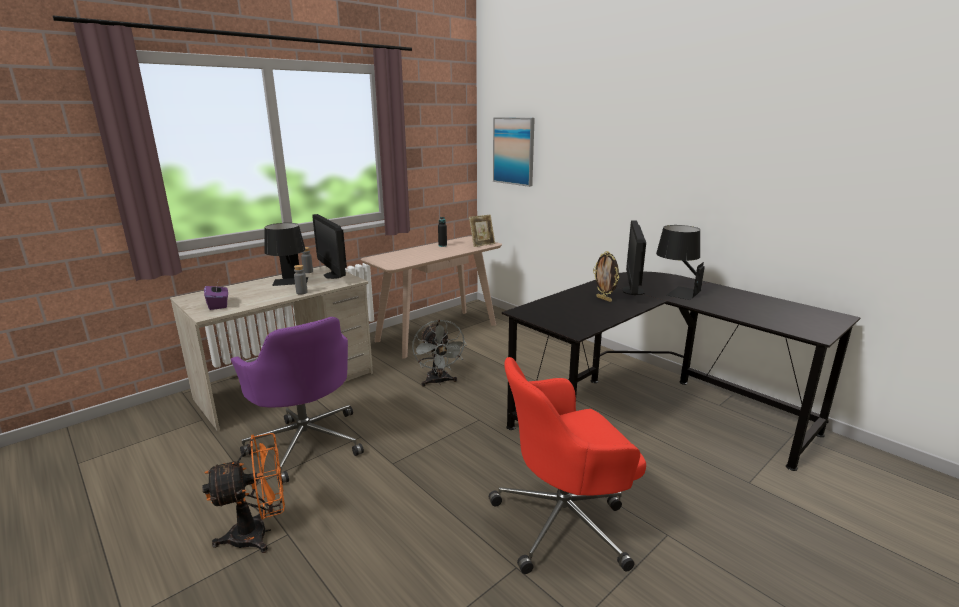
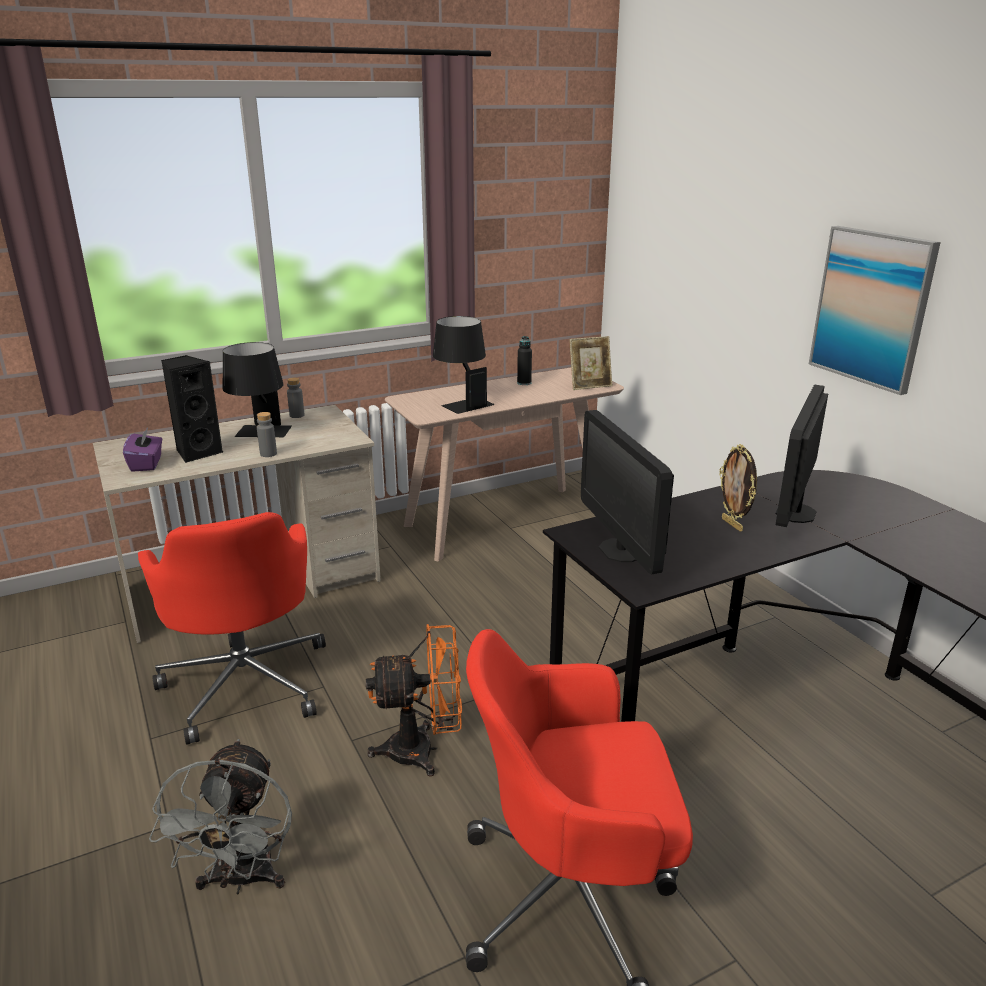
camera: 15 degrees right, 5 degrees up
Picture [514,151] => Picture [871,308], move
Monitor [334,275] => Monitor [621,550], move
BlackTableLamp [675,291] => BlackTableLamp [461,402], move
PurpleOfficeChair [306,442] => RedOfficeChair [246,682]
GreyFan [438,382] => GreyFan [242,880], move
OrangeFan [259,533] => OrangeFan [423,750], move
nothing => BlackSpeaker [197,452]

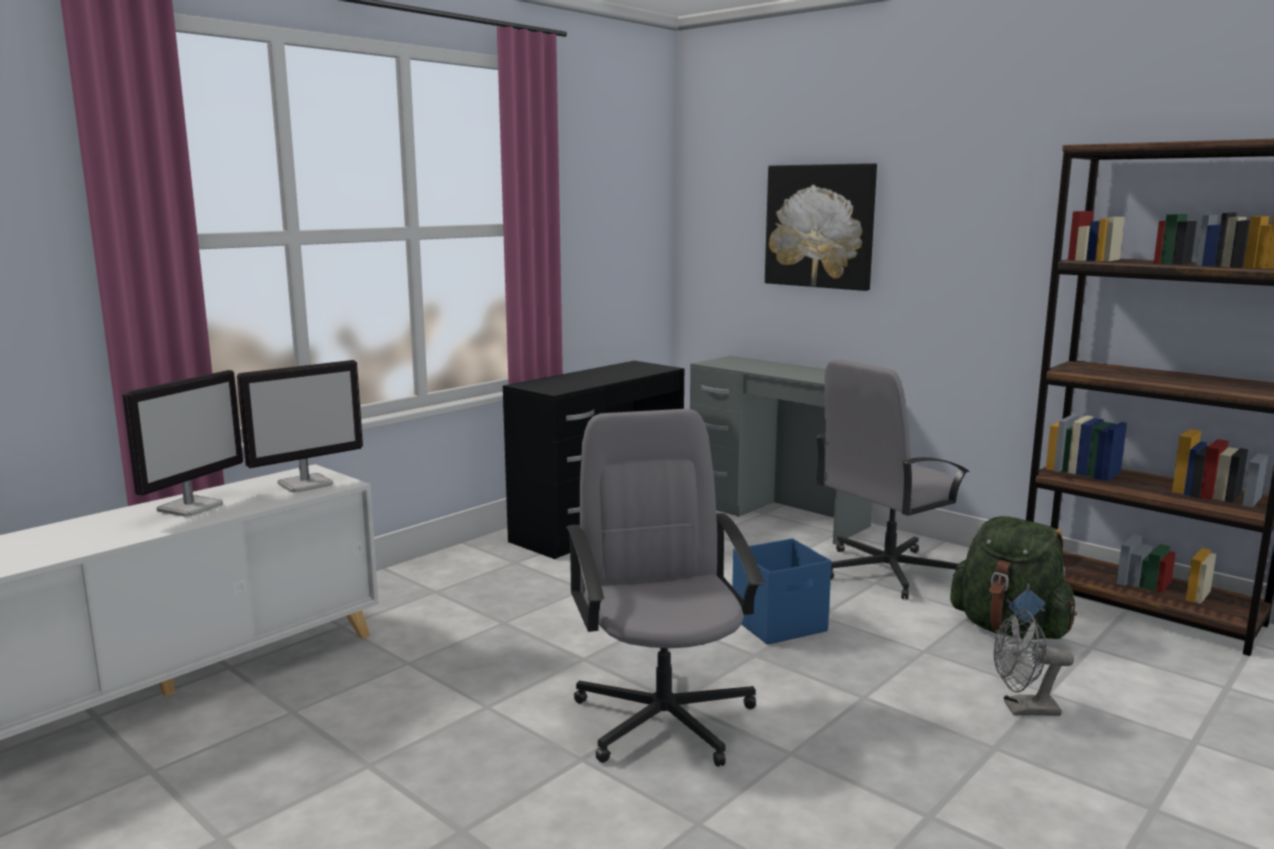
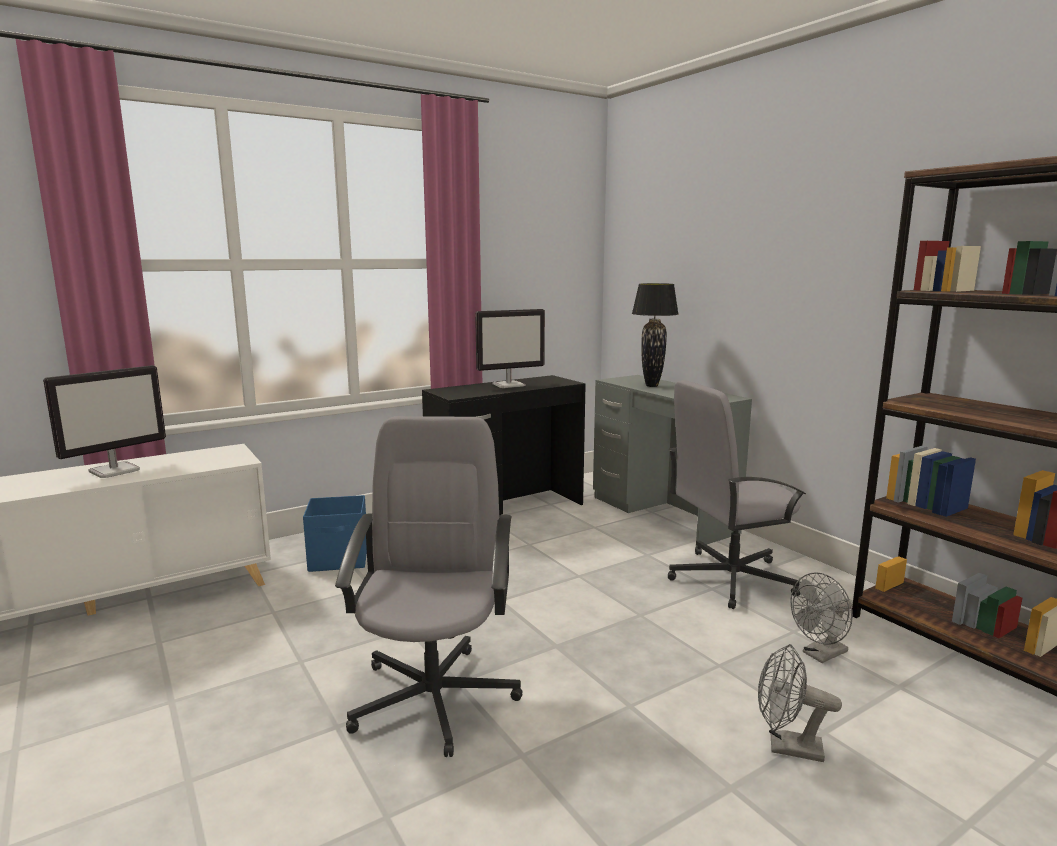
camera: 15 degrees right, 0 degrees up
Picture [820,226] => nothing
Monitor [306,484] => Monitor [509,385], move
GreenBackpack [1010,630] => GreyFan [820,655]
BlueStorageBox [780,624] => BlueStorageBox [340,559], move
nothing => BlackTableLamp [651,386]

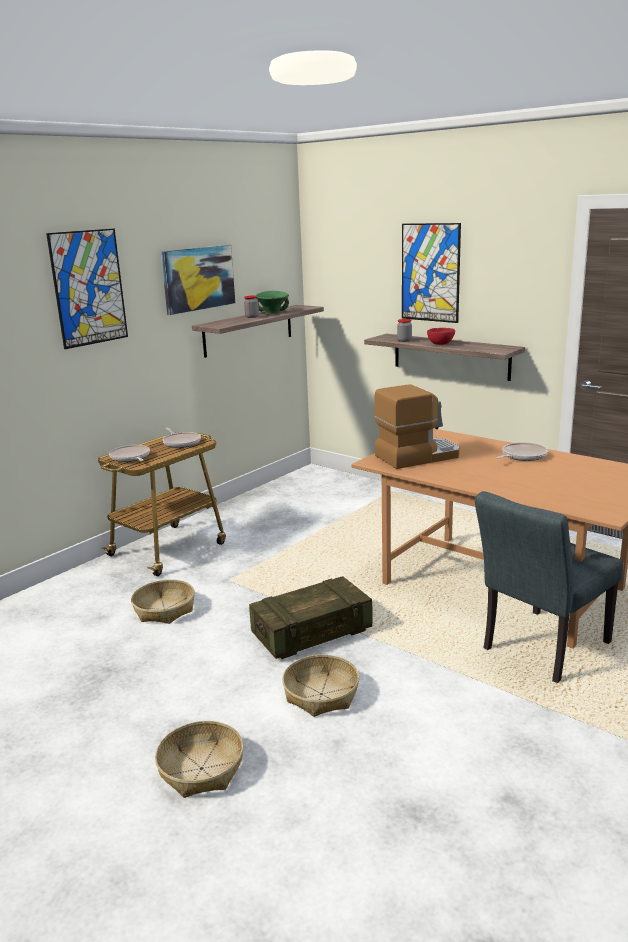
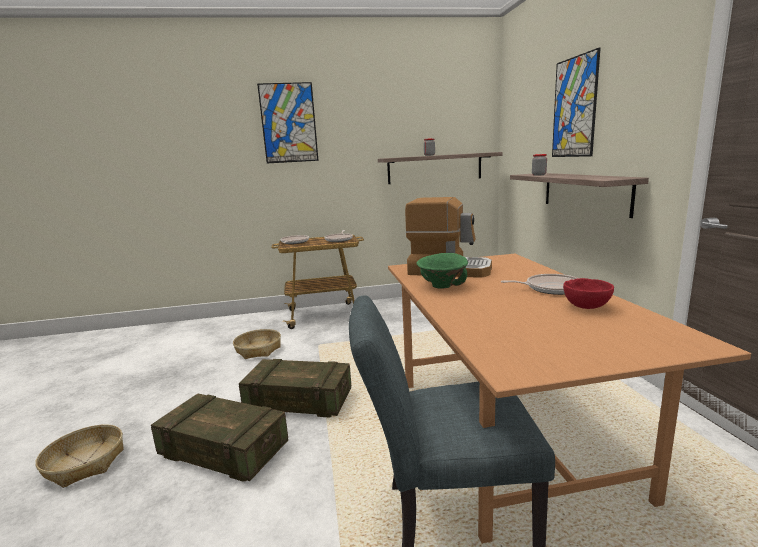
camera: 40 degrees right, 5 degrees down
Picture [198,278] => nothing
GreenBowl [272,313] => GreenBowl [441,286], move
RedBowl [440,344] => RedBowl [586,307], move
Basket [321,694] => Crate [224,452]

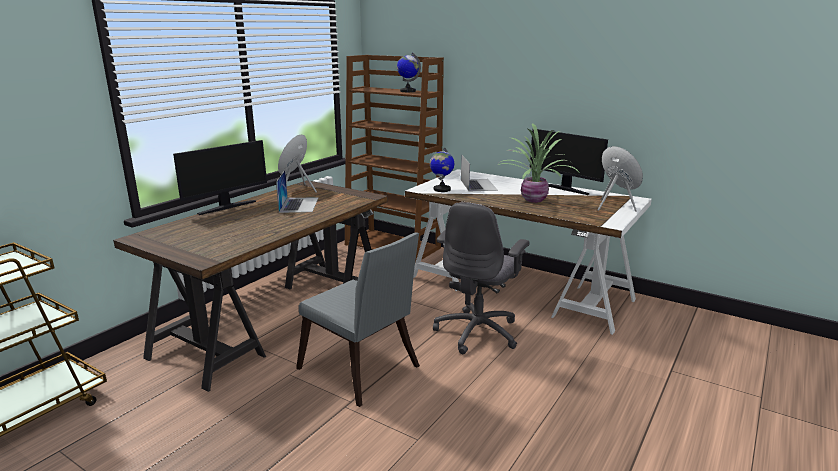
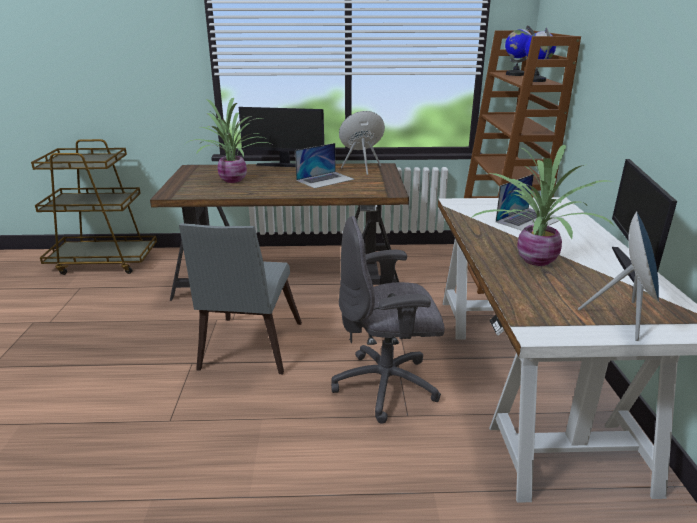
camera: 55 degrees right, 5 degrees up
Globe [441,189] => Globe [515,74], move
nothing => PottedPlant [234,179]

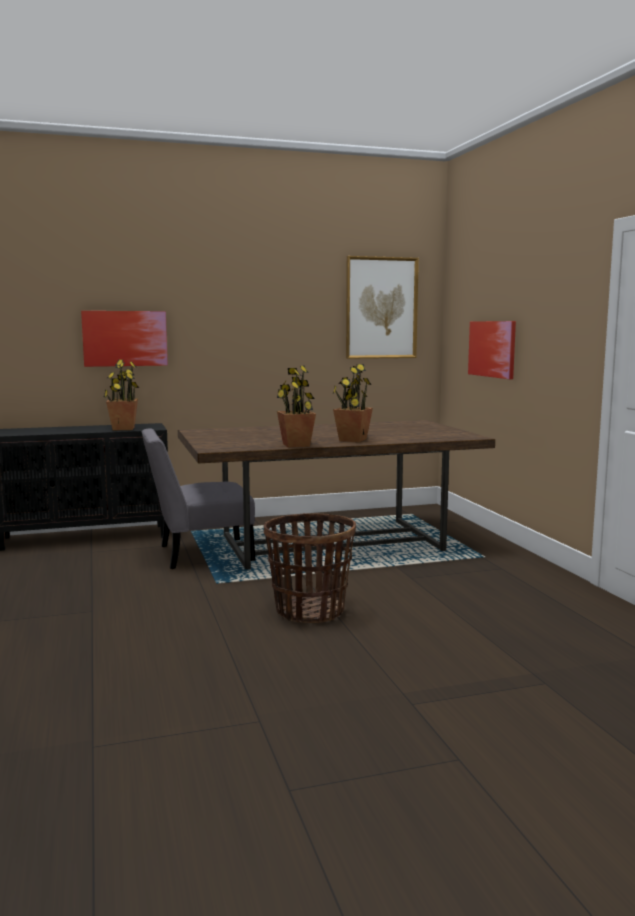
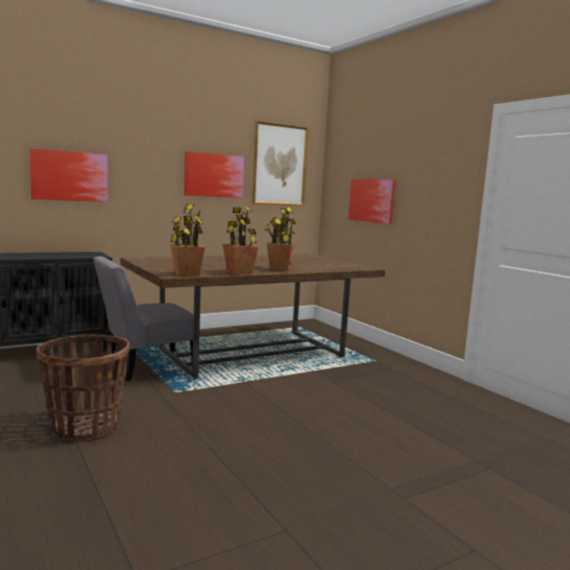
camera: 15 degrees left, 0 degrees up
PottedPlant [123,429] => PottedPlant [186,274], move
Basket [309,611] => Basket [85,427], move
nothing => Picture [214,175]

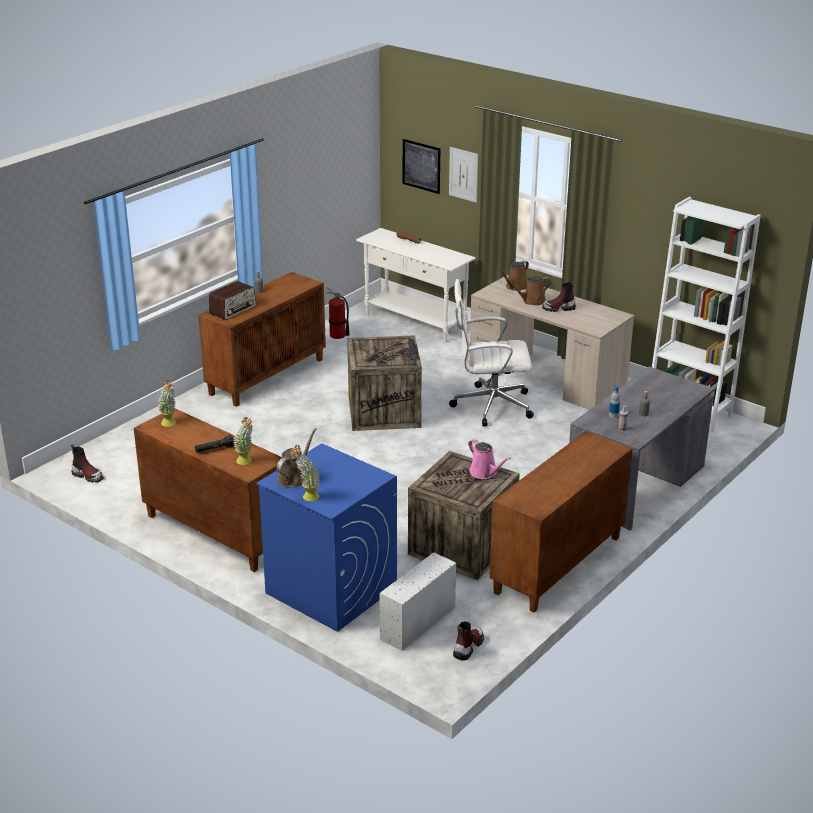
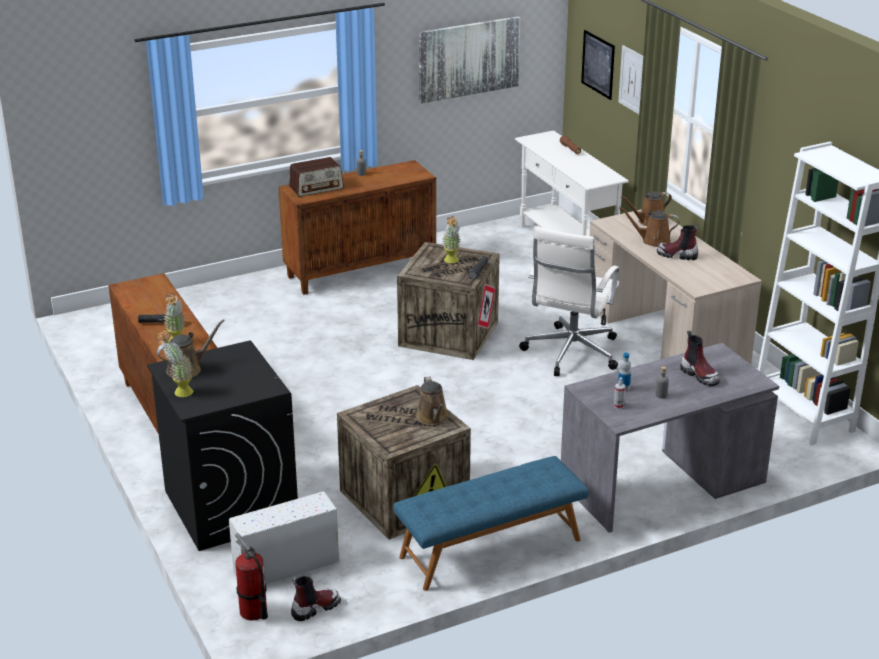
camera: 25 degrees right, 0 degrees up
WhiteOfficeChair [490,405] => WhiteOfficeChair [570,353], 90 degrees counterclockwise
FireExtinguisher [337,335] => FireExtinguisher [253,612], move
PottedPlant [170,424] => PottedPlant [451,261], move
BrownCabinet [558,566] => BlueBench [491,549]
PinkWateringCan [485,472] => BrownWateringCan [433,418]
BlueWashingMachine [330,590] => BlackWashingMachine [230,505]
Boot [88,476] => Boot [700,375], move
nothing => Picture [468,59]

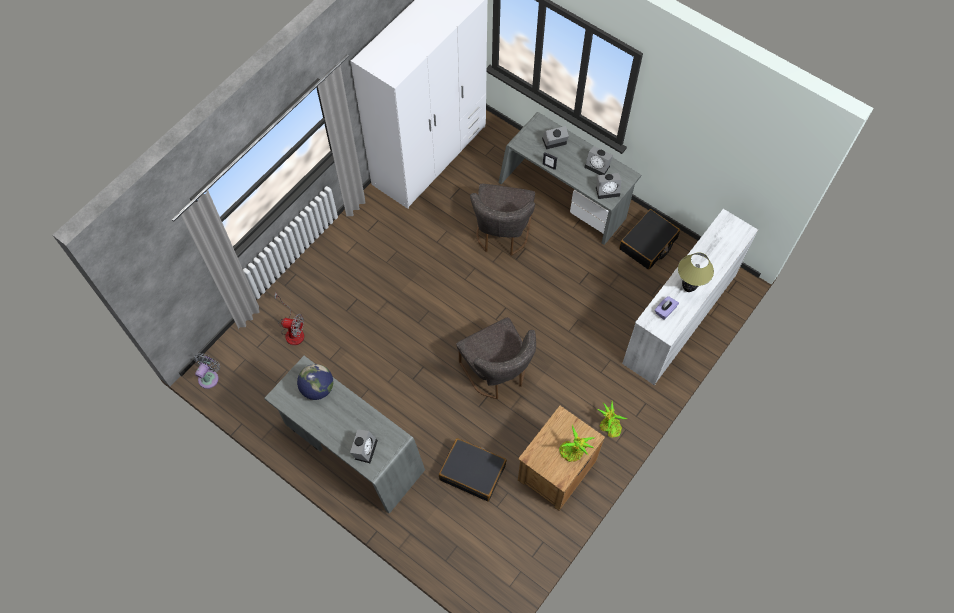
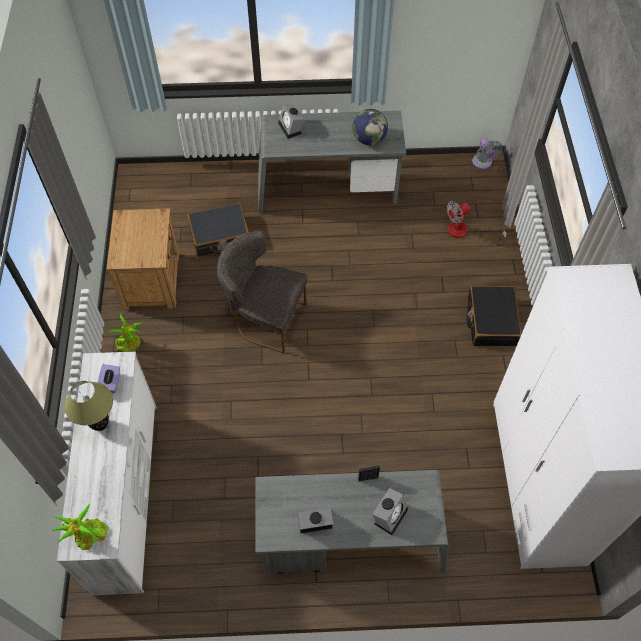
camera: 140 degrees right, 5 degrees down
AlarmClock [608,190] => nothing
GreyChair [502,235] => nothing
BlackSuitcase [648,244] => BlackSuitcase [491,321], move
PottedPlant [573,451] => PottedPlant [89,536], move

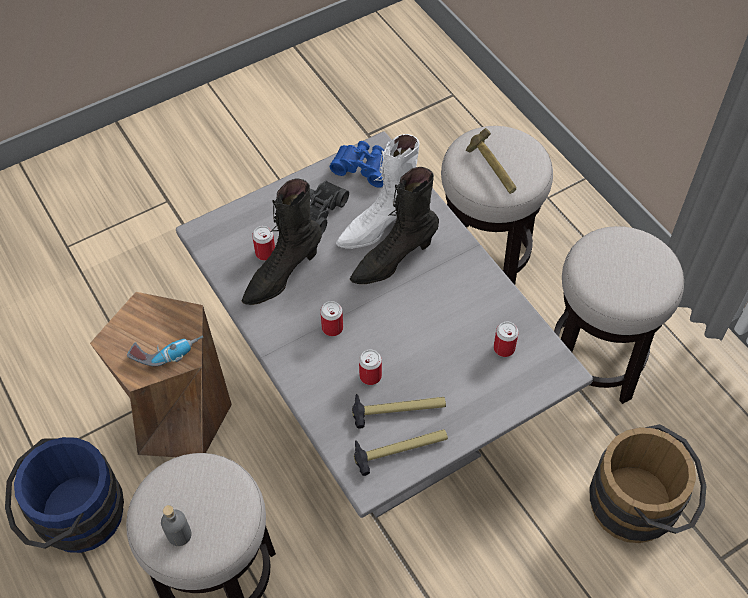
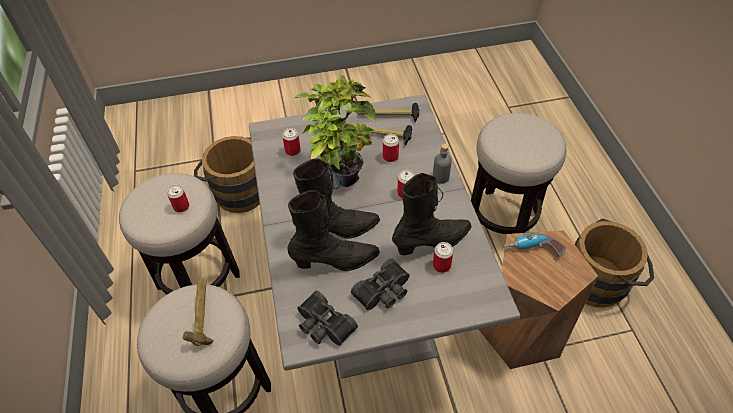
camera: 160 degrees left, 5 degrees down
WhiteBoot [380,227] => BlackBoot [335,261]
BlueBinoculars [364,167] => BlackBinoculars [323,326]
BlueBucket [73,517] => BrownBucket [600,281]
GreyBottle [179,535] => GreyBottle [440,177], move
nothing => PottedPlant [341,174]
nothing => Can [181,206]

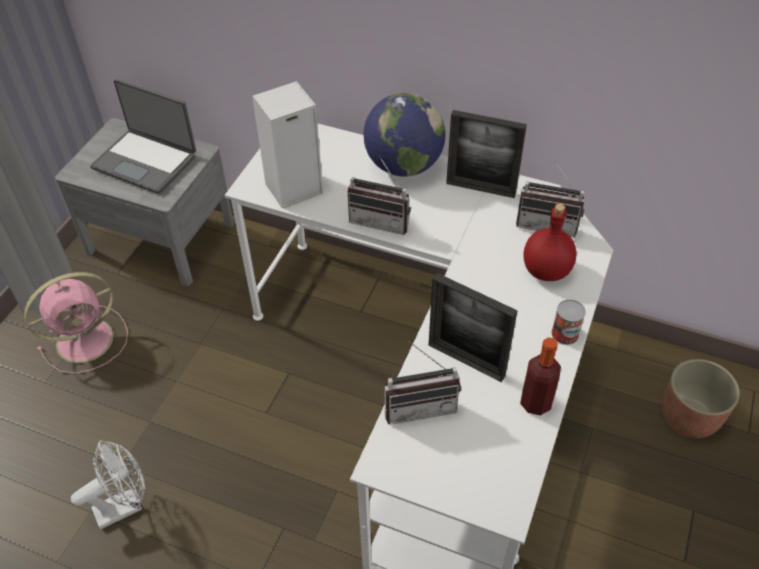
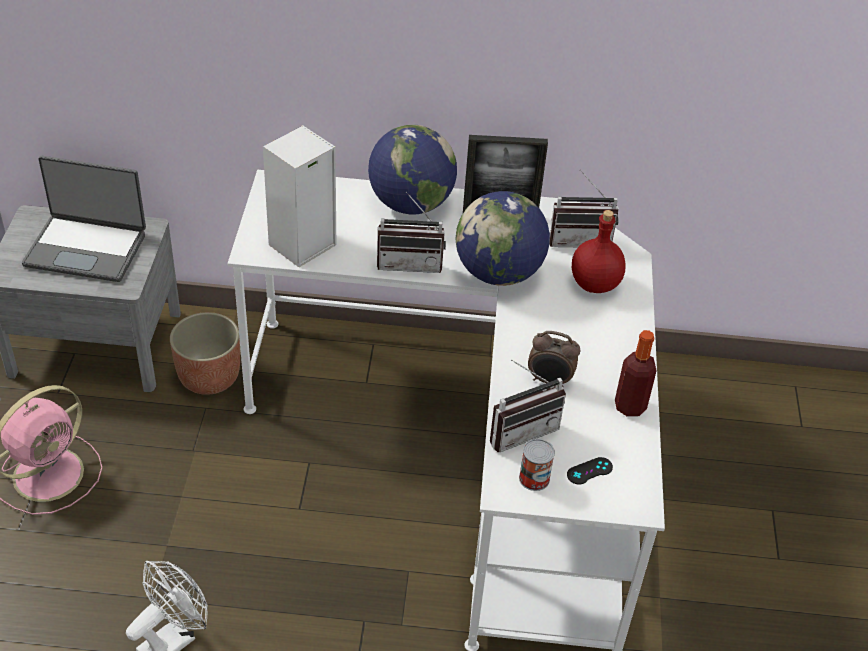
camera: 20 degrees left, 5 degrees down
PictureFrame [466,360] => AlarmClock [549,381]
Can [565,333] => Can [534,478], move
Planter [689,417] => Planter [209,377], move
nothing => Globe [498,273]
nothing => BlackGameController [589,471]

